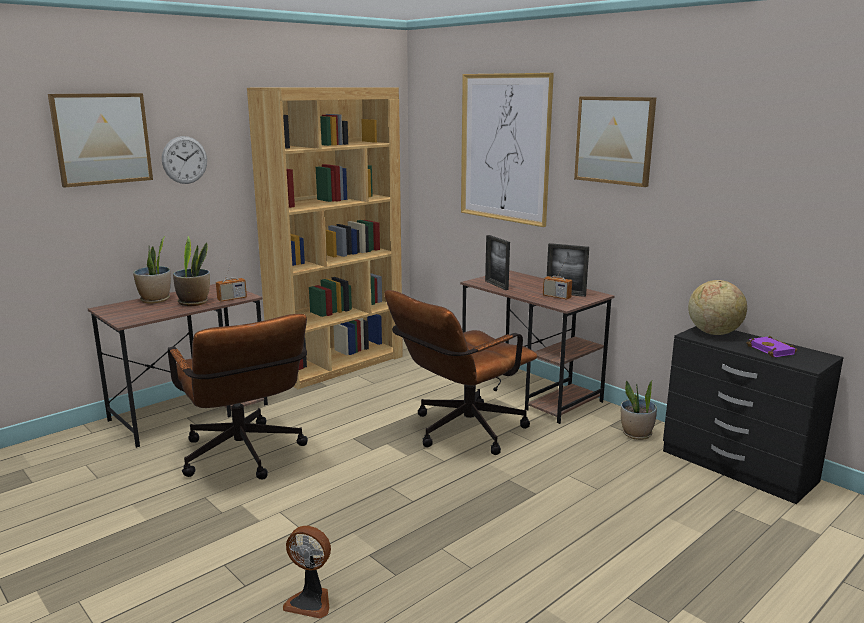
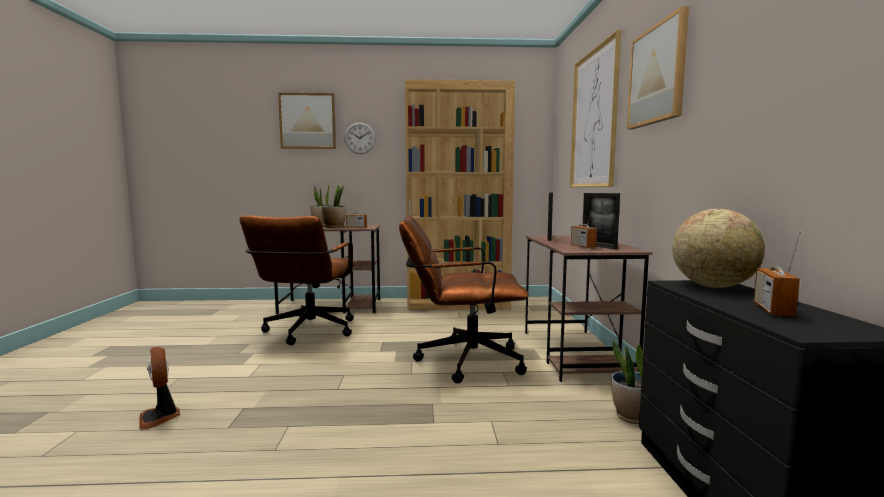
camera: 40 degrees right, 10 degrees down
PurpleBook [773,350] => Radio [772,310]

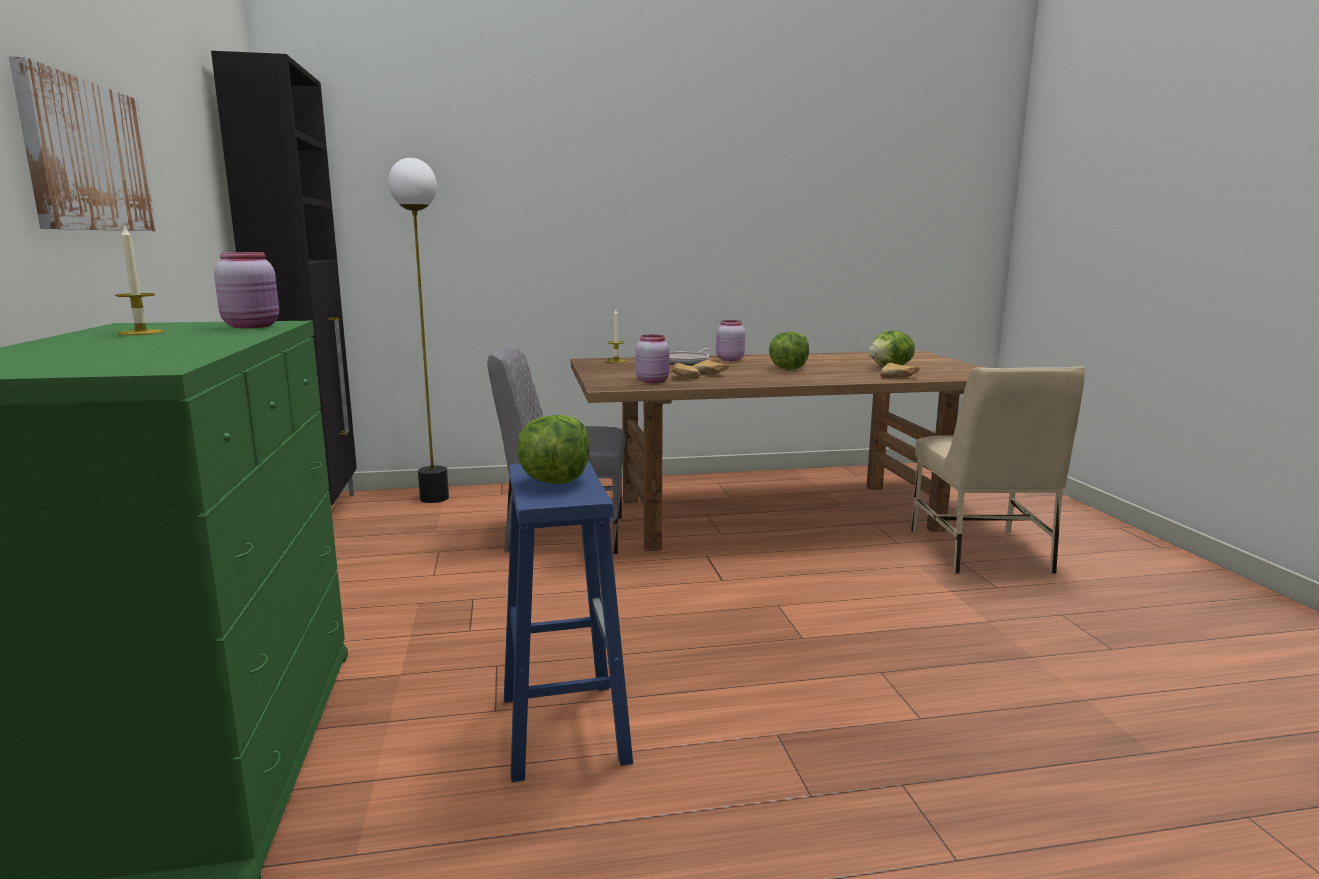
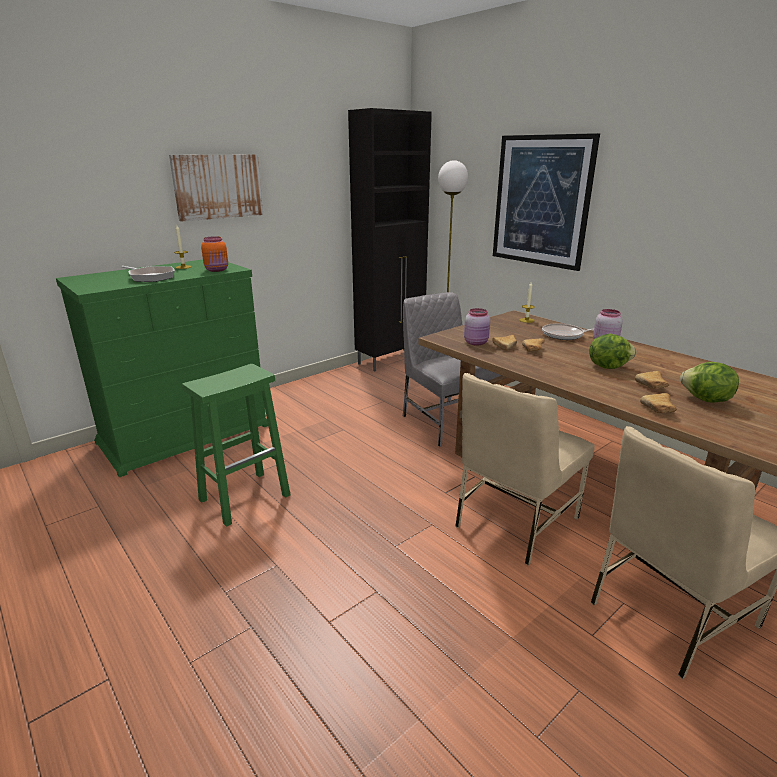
camera: 60 degrees right, 10 degrees up
PinkJar [253,326] => OrangeJar [217,270]
Lettuce [554,481] => nothing
BlueStool [563,727] => GreenStool [246,497]
nothing => Picture [541,201]
nothing => FryingPan [150,277]
nothing => Bread [652,386]
nothing => BeigeChair [514,522]

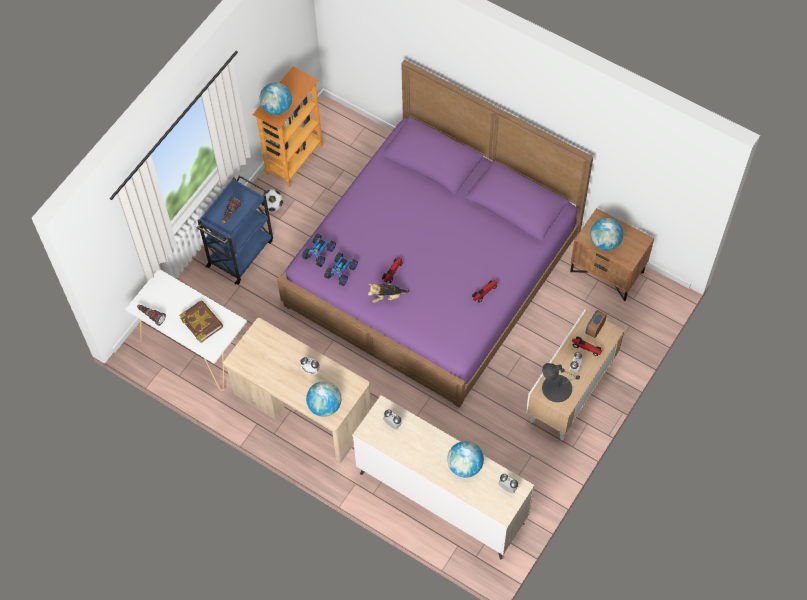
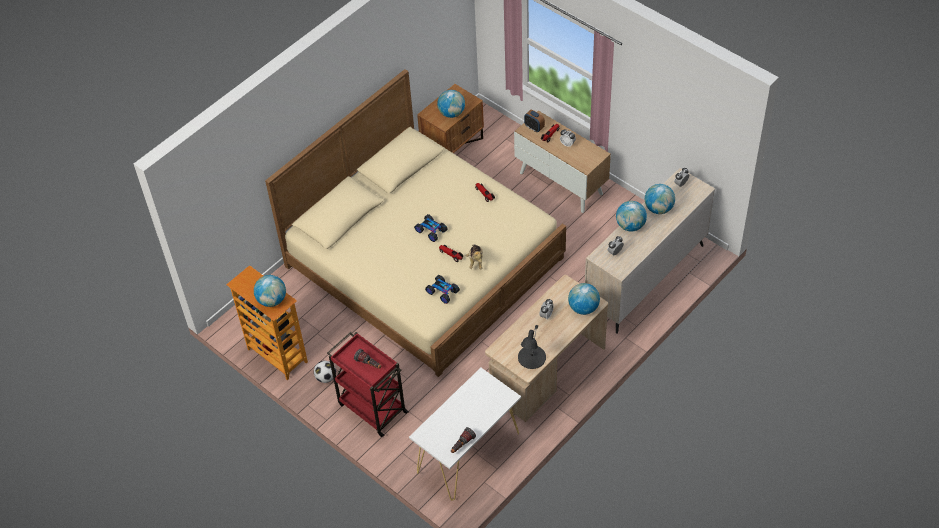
camera: 80 degrees left, 10 degrees down
PurpleBed [432,269] => BeigeBed [424,261]
BlueCart [241,252] => RedCart [371,407]
ToyCar [319,252] => ToyCar [431,230], move
Book [202,322] => nothing
BlackTableLamp [556,388] => BlackTableLamp [531,357], move
nothing => Globe [630,225]

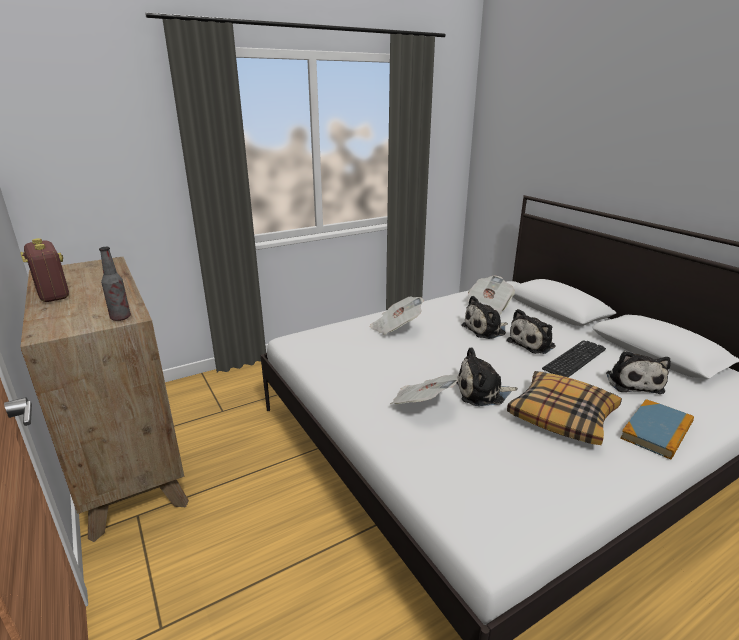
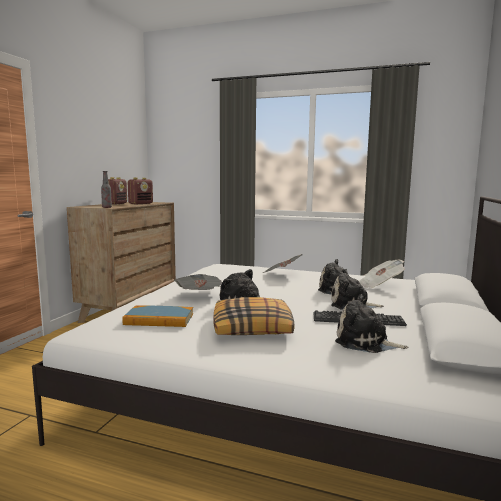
camera: 50 degrees right, 15 degrees down
PlushToy [633,382] => PlushToy [365,342], 60 degrees clockwise
Book [656,431] => Book [159,319], move
nothing => Radio [141,203]

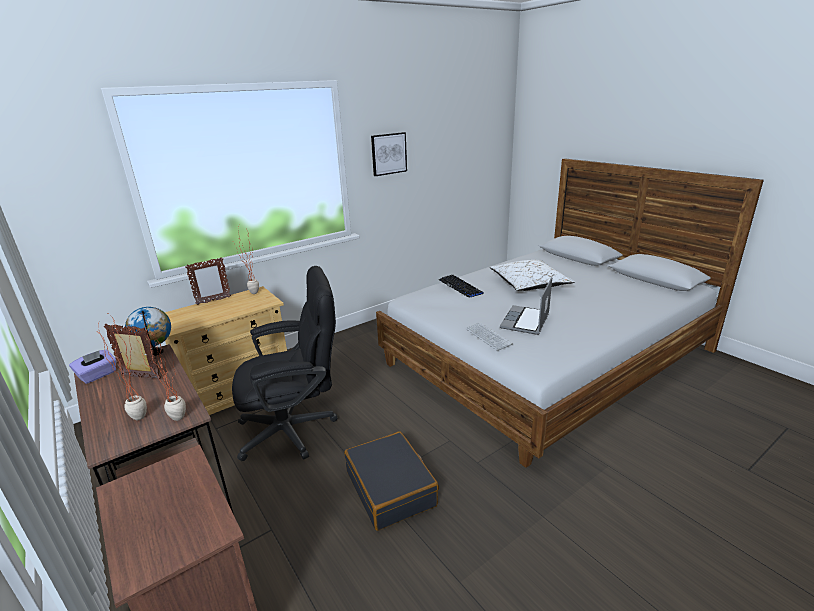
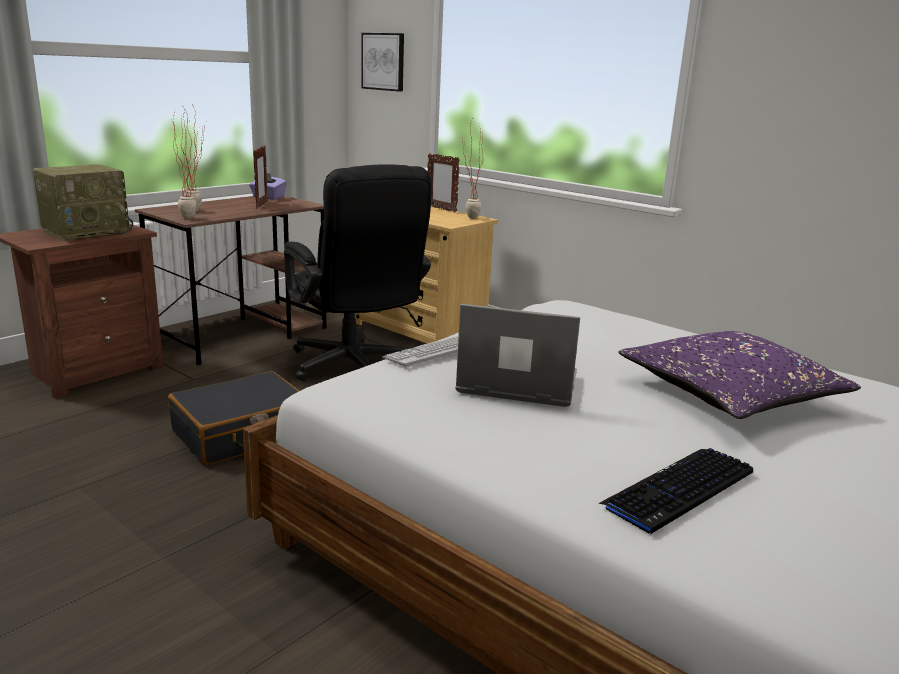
camera: 75 degrees right, 5 degrees down
Picture [388,154] => Picture [383,61], move
WhitePillow [529,284] => PurplePillow [731,395]
Keyboard [460,287] => Keyboard [679,490], move
Globe [156,352] => nothing
nothing => Radio [87,232]

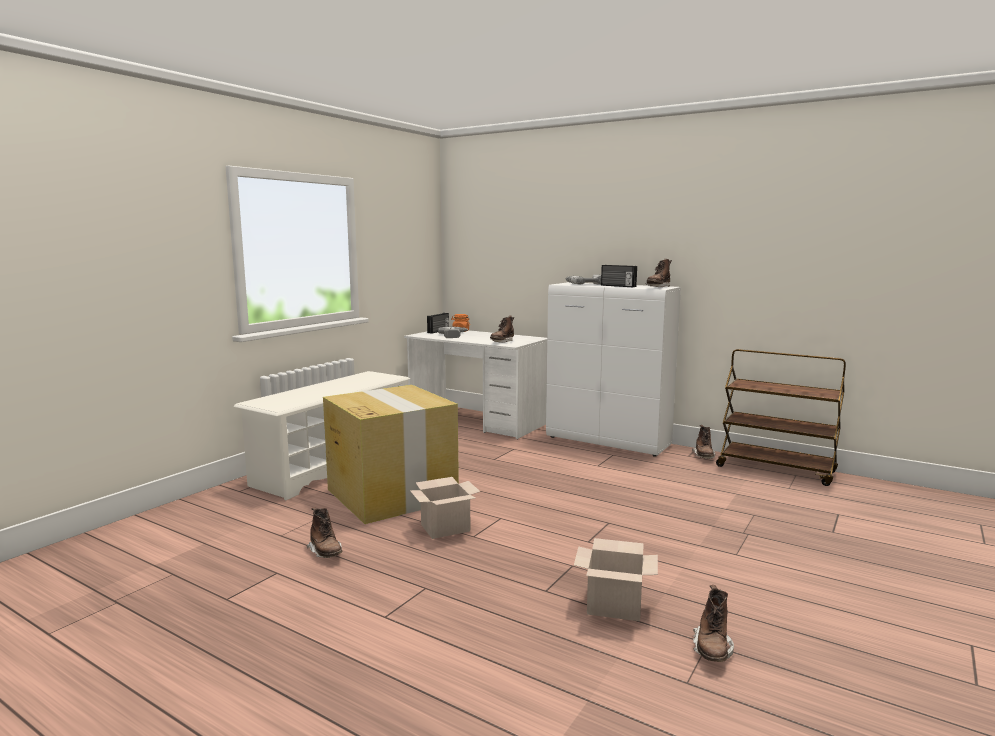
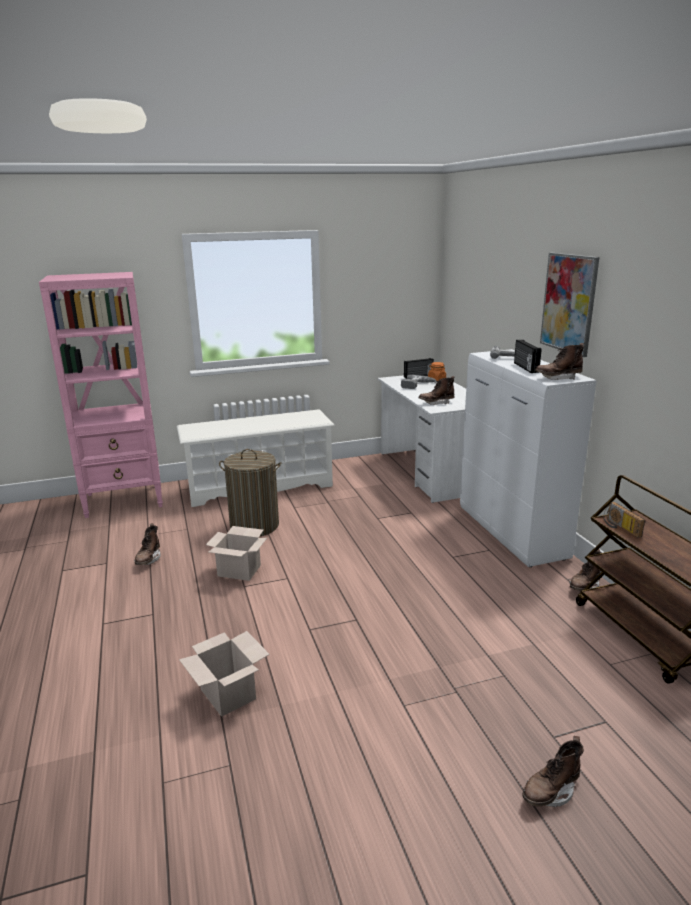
camera: 40 degrees right, 10 degrees up
CardboardBox [391,494] => LaundryBasket [254,526]
BrownBoot [712,650] => BrownBoot [550,791], move
nothing => Picture [569,303]
nothing => PinkBookcase [125,500]
nothing => Radio [619,527]

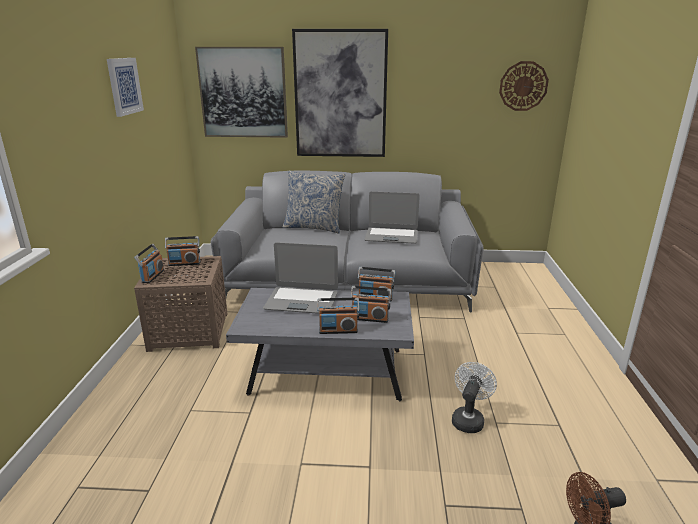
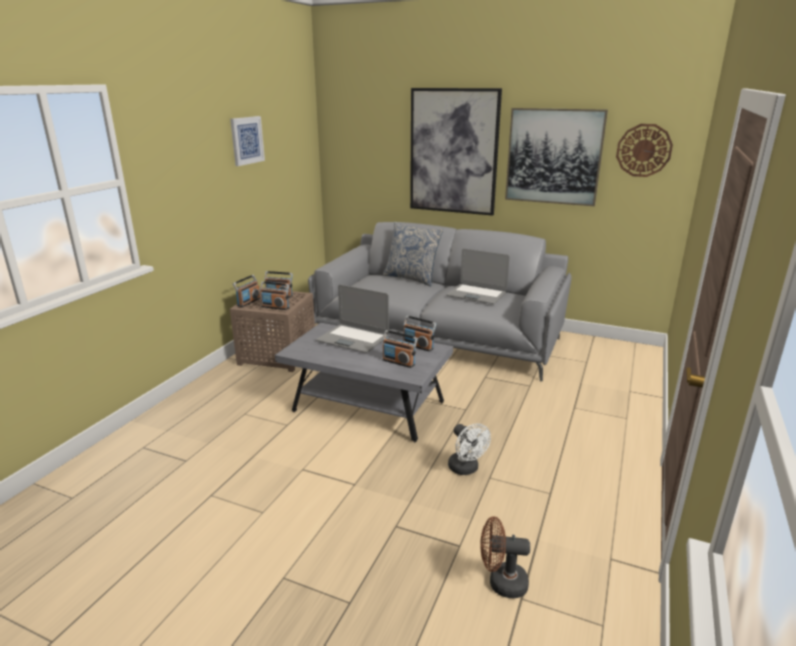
camera: 20 degrees right, 0 degrees up
Picture [243,93] => Picture [553,156], move
Radio [338,330] => Radio [275,307], move
WhiteFan [468,419] => WhiteFan [466,469], 105 degrees clockwise

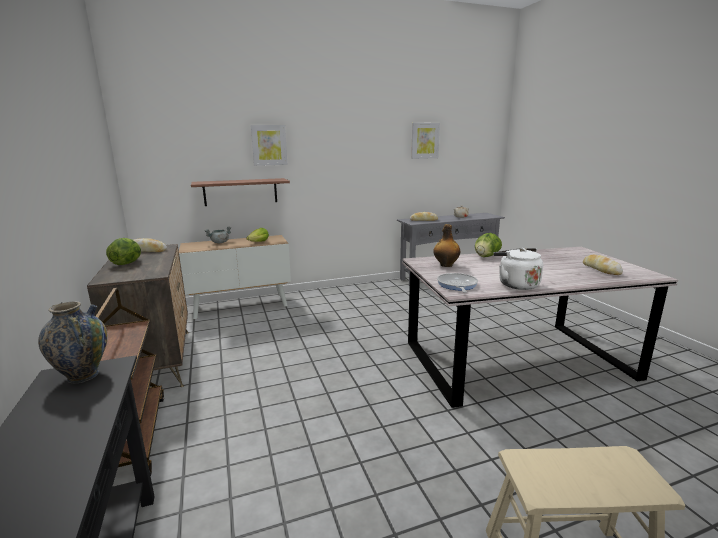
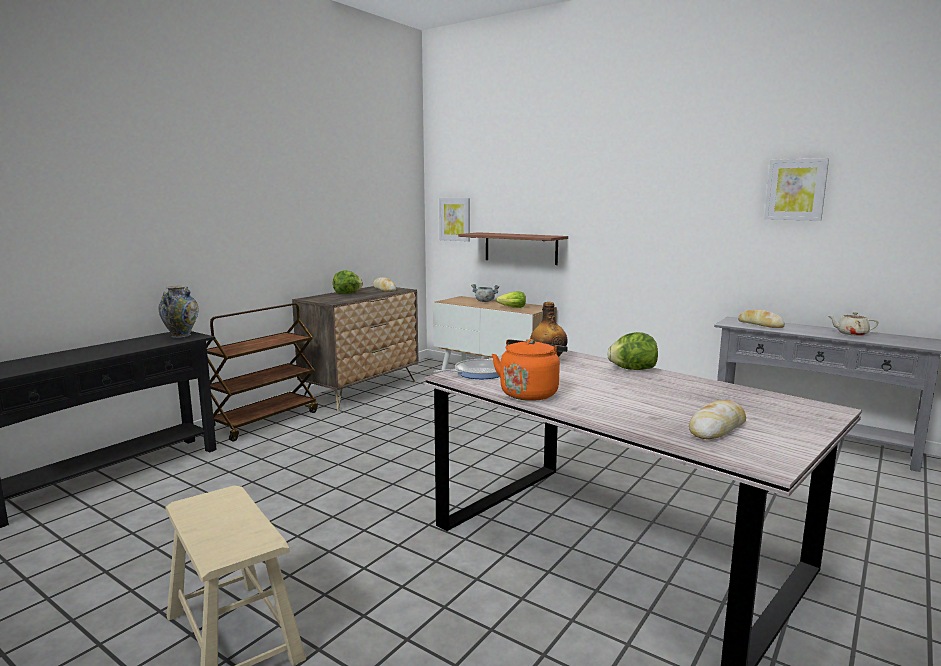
camera: 55 degrees right, 5 degrees down
Picture [269,145] => Picture [455,219], move
WhiteKettle [516,284] => OrangeKettle [530,393]

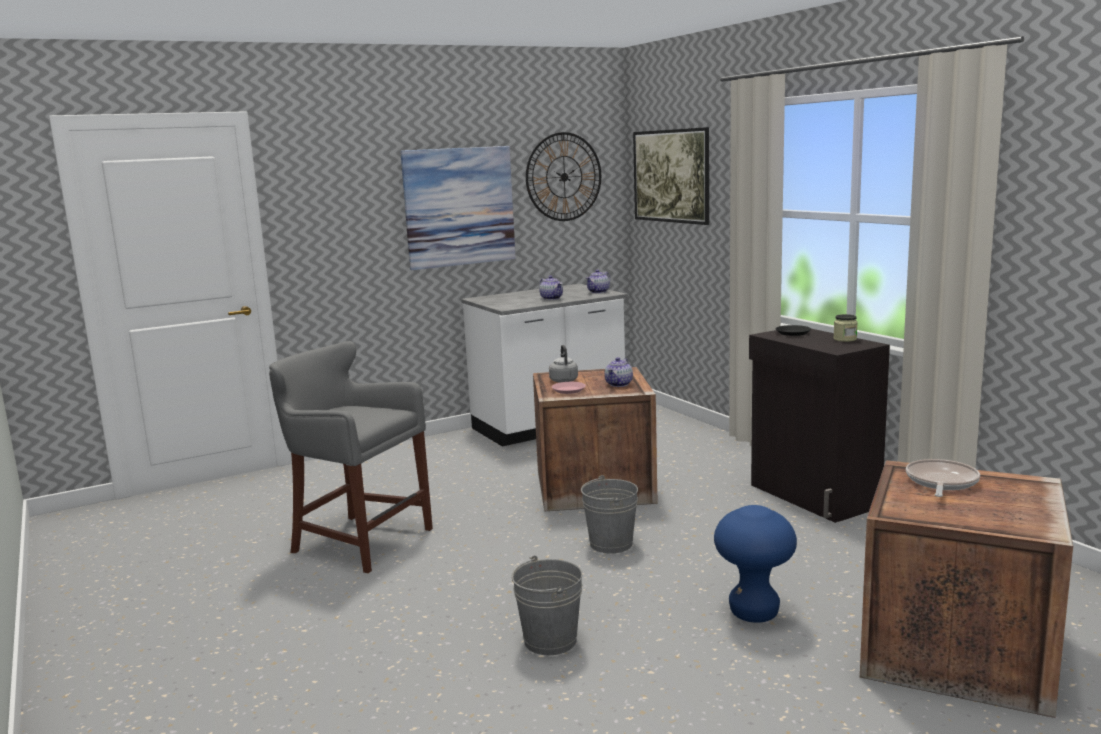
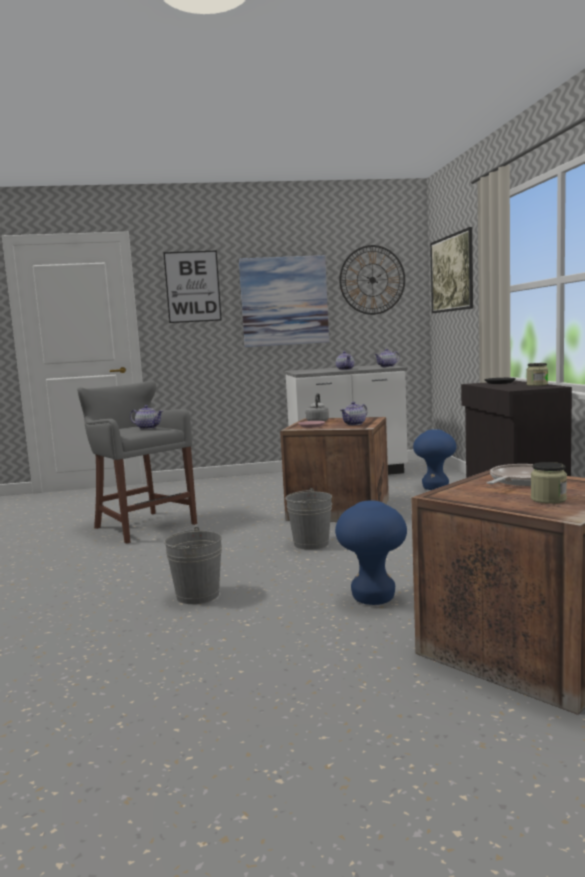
camera: 20 degrees right, 5 degrees down
nothing => Picture [192,286]
nothing => Teapot [148,428]
nothing => BlueStool [435,488]
nothing => Jar [548,499]

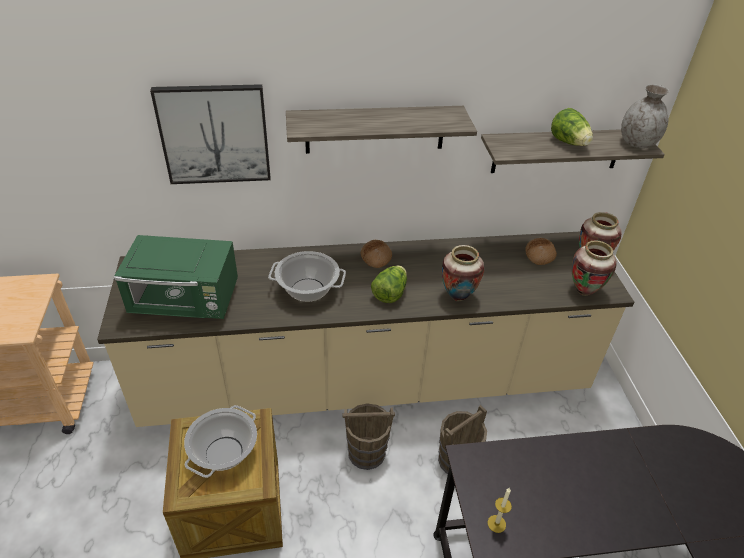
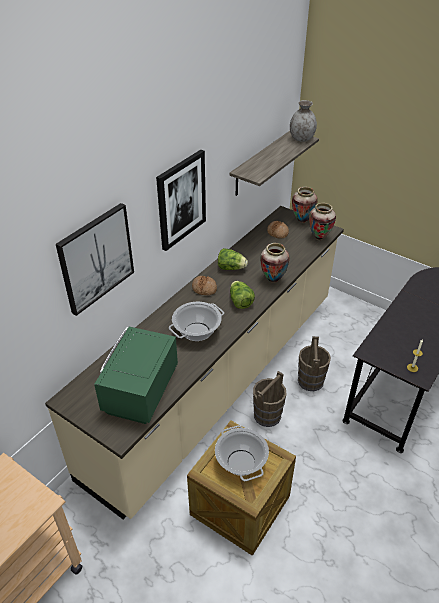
camera: 45 degrees left, 0 degrees up
Shelf [375,129] => Picture [181,200]
Lettuce [569,142] => Lettuce [231,268], move
GreenMicrowave [186,302] => GreenMicrowave [139,392], 150 degrees clockwise

